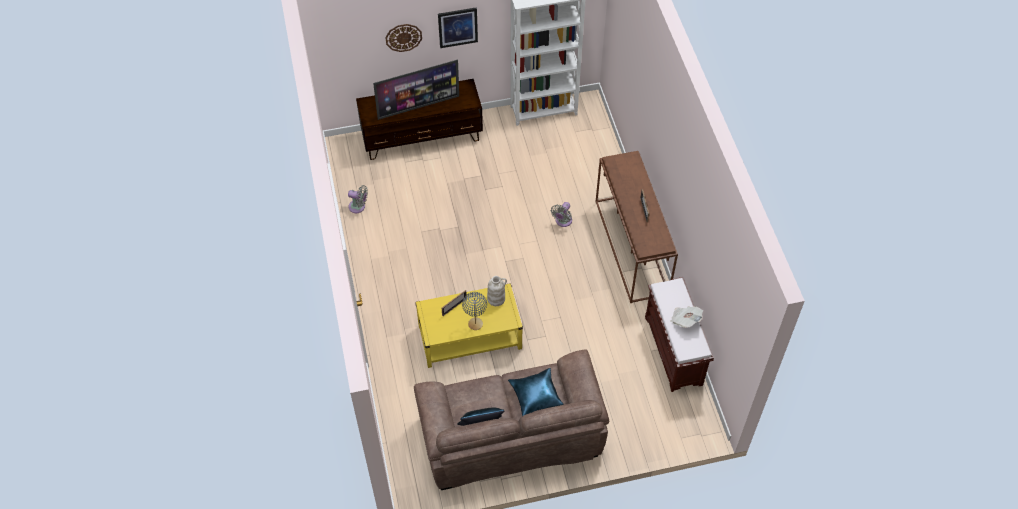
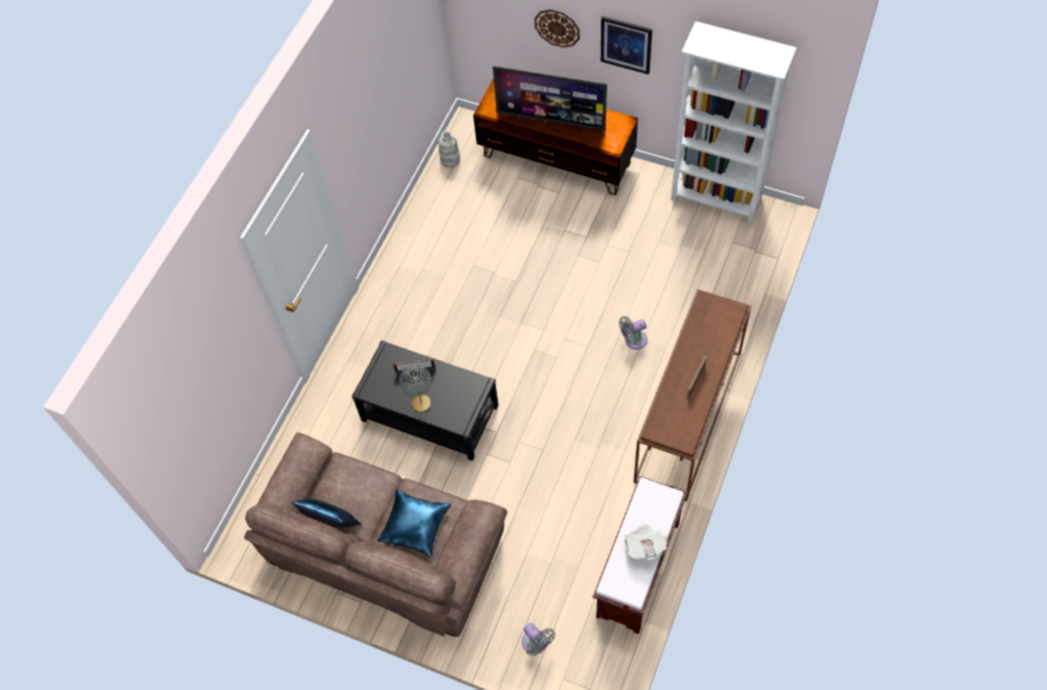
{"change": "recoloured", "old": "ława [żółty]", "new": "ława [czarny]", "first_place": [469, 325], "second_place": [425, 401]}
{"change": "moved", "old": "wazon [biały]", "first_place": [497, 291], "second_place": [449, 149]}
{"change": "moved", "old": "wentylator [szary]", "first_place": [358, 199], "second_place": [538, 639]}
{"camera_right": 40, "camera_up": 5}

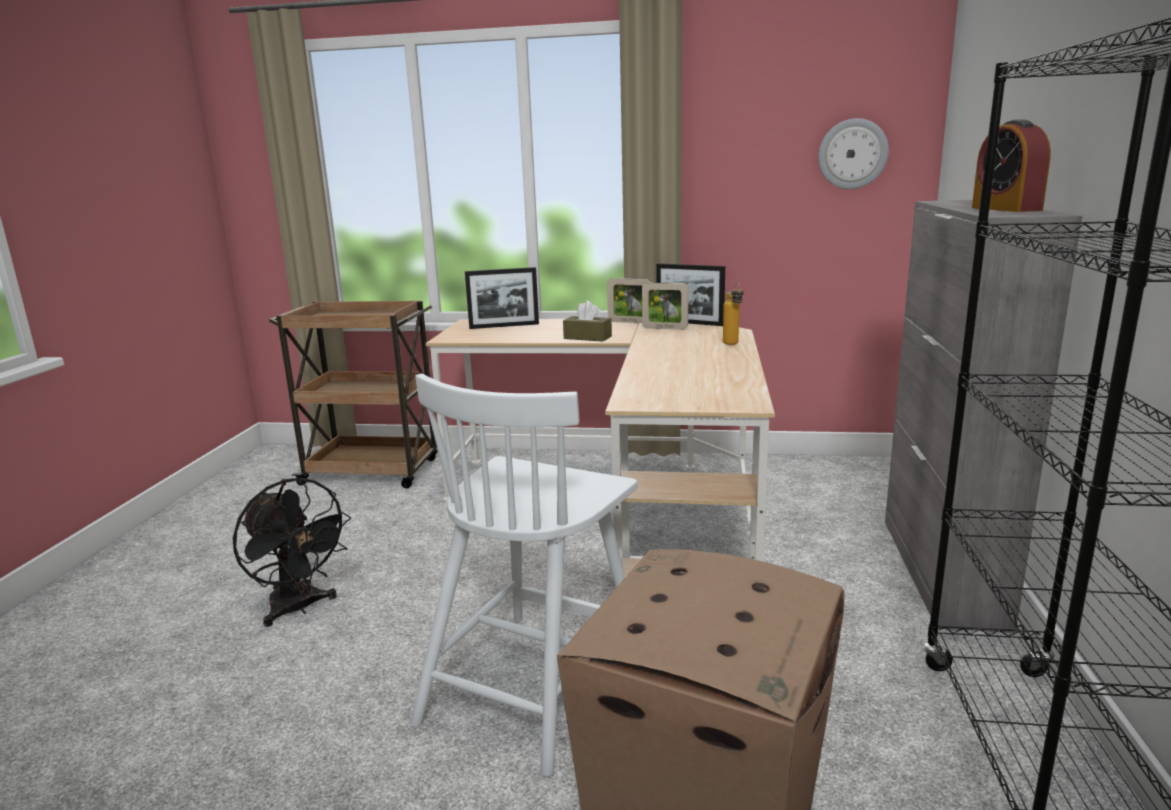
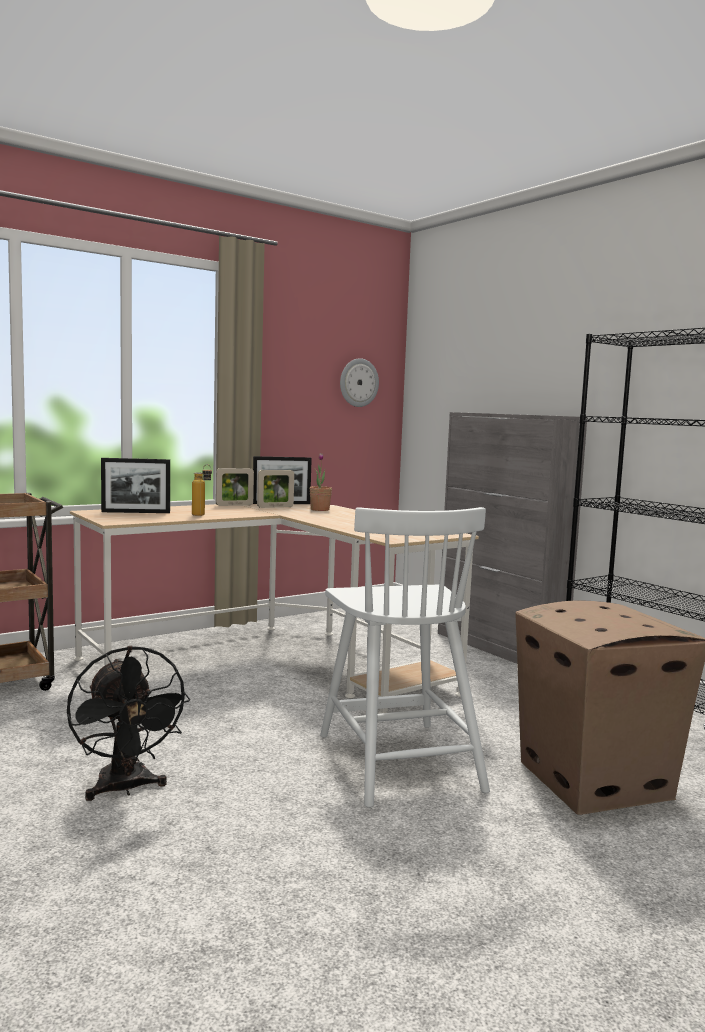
{"change": "turned", "old": "wentylator [czarny]", "first_place": [292, 552], "second_place": [128, 723], "degrees": 60}
{"change": "turned", "old": "ramka na zdjęcie", "first_place": [502, 298], "second_place": [135, 485], "degrees": 45}
{"change": "moved", "old": "butelka", "first_place": [733, 314], "second_place": [202, 490]}
{"change": "added", "new": "roślina doniczkowa", "second_place": [321, 482]}
{"change": "removed", "old": "pudełko chusteczek [brązowy]", "first_place": [587, 321]}
{"change": "removed", "old": "budzik", "first_place": [1011, 165]}
{"camera_right": -45, "camera_up": -10}

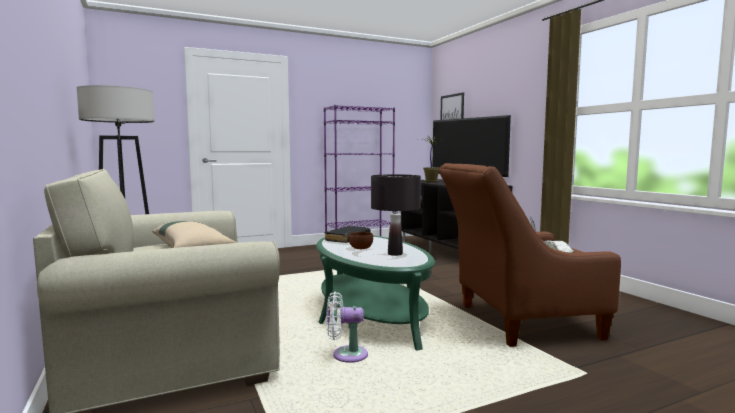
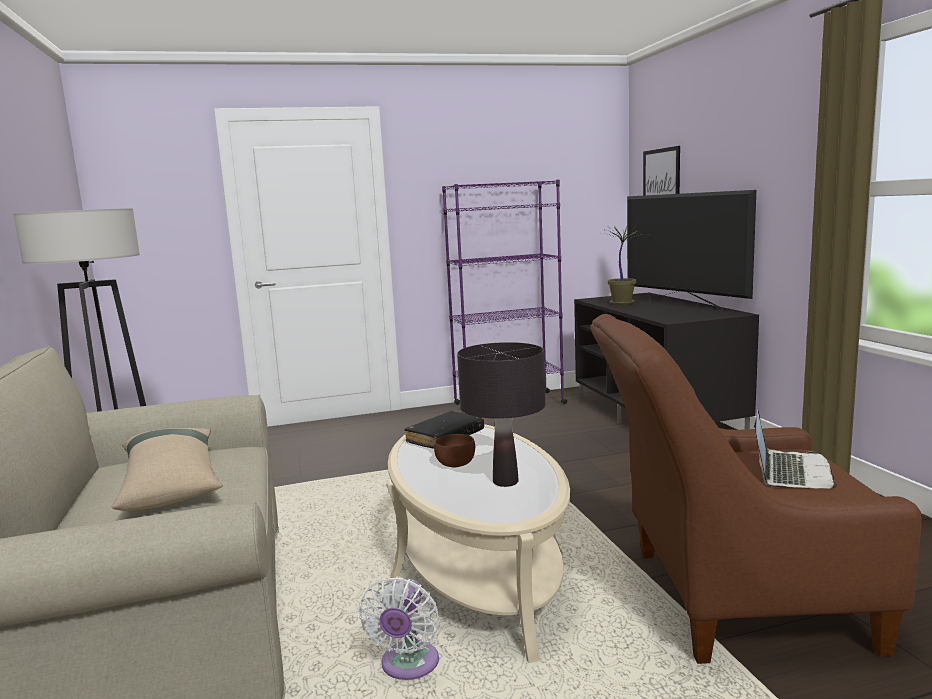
{"change": "turned", "old": "wentylator [biały]", "first_place": [347, 327], "second_place": [399, 628], "degrees": -90}
{"change": "recoloured", "old": "ława [zielony]", "new": "ława [beżowy]", "first_place": [376, 293], "second_place": [478, 543]}
{"camera_right": 10, "camera_up": 5}

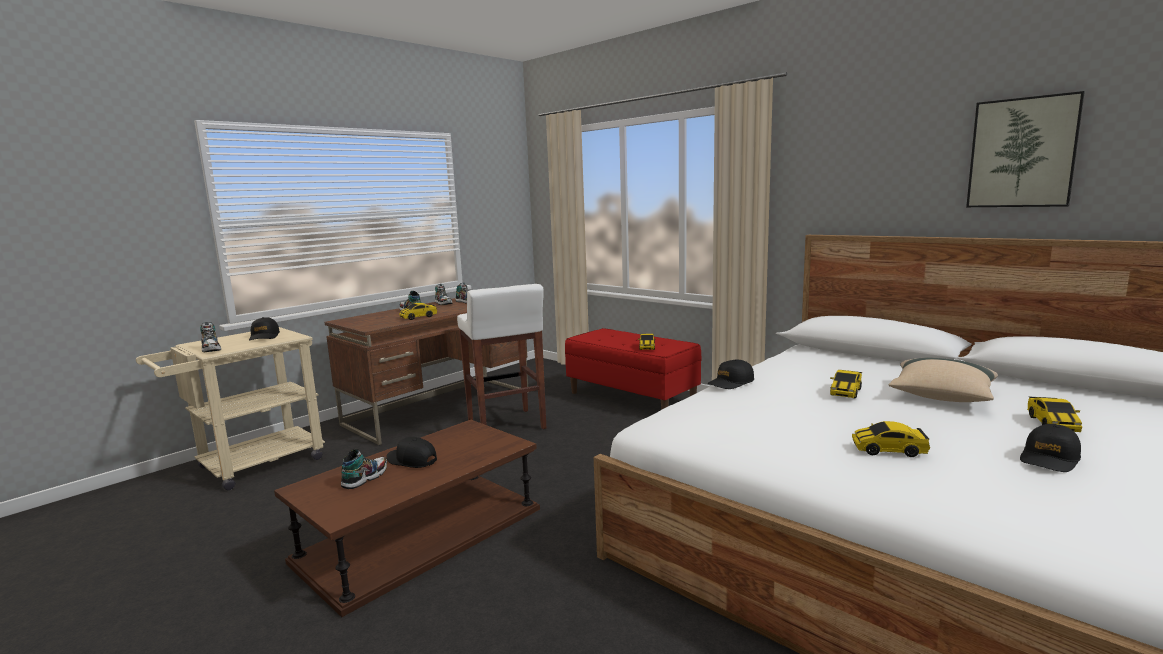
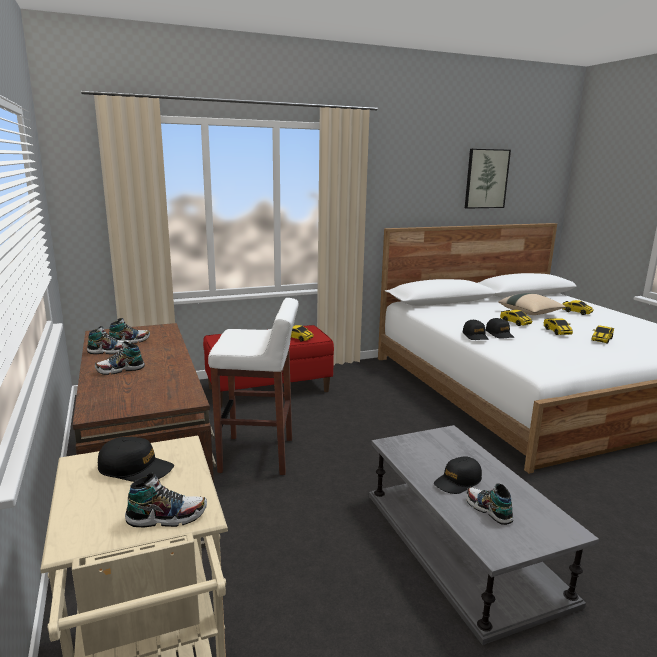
{"change": "recoloured", "old": "ława [brązowy]", "new": "ława [szary]", "first_place": [407, 518], "second_place": [484, 535]}
{"change": "moved", "old": "czapka z daszkiem [czarny]", "first_place": [1050, 448], "second_place": [500, 328]}
{"change": "moved", "old": "samochodzik", "first_place": [418, 311], "second_place": [558, 326]}
{"camera_right": -65, "camera_up": 5}

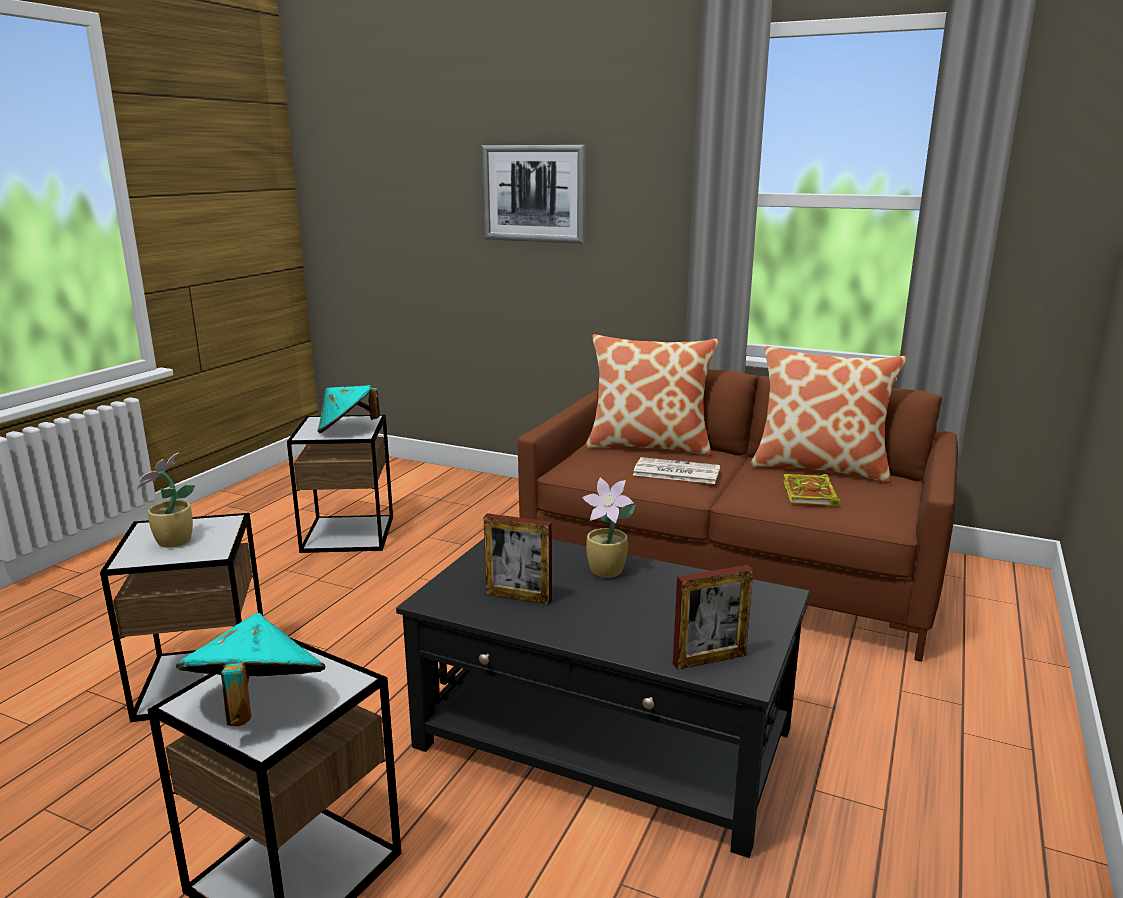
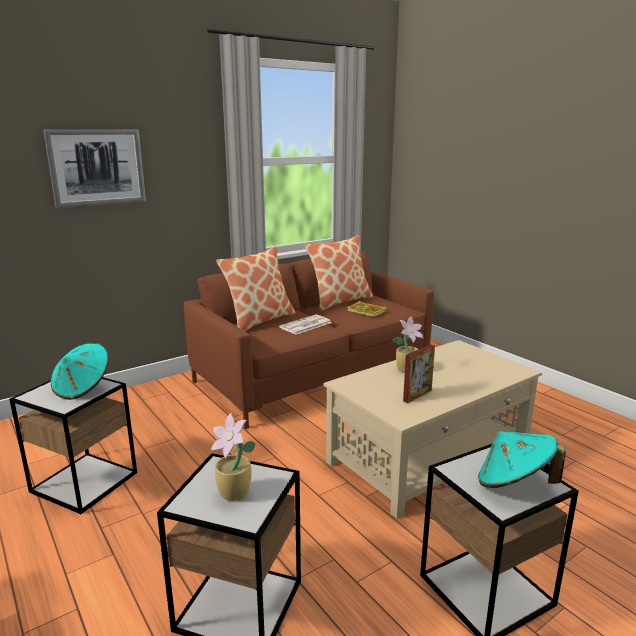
{"change": "recoloured", "old": "ława [czarny]", "new": "ława [beżowy]", "first_place": [603, 698], "second_place": [433, 429]}
{"change": "removed", "old": "ramka na zdjęcie", "first_place": [713, 617]}
{"camera_right": -60, "camera_up": 0}

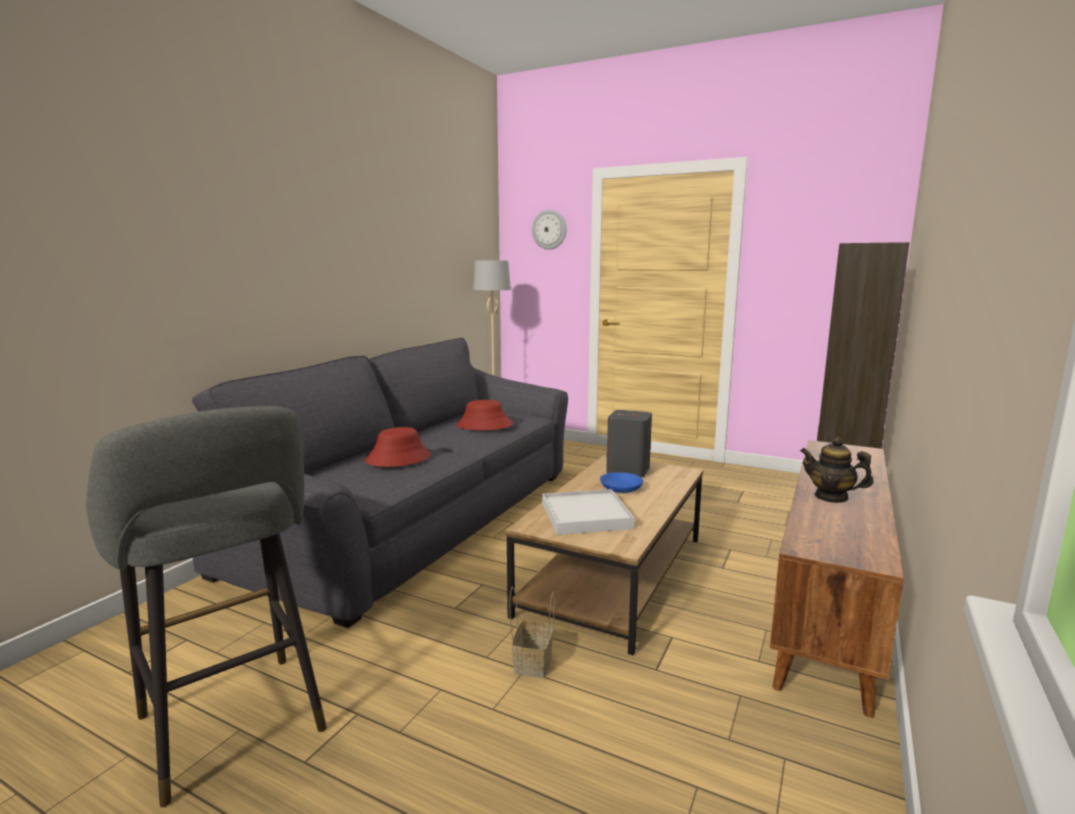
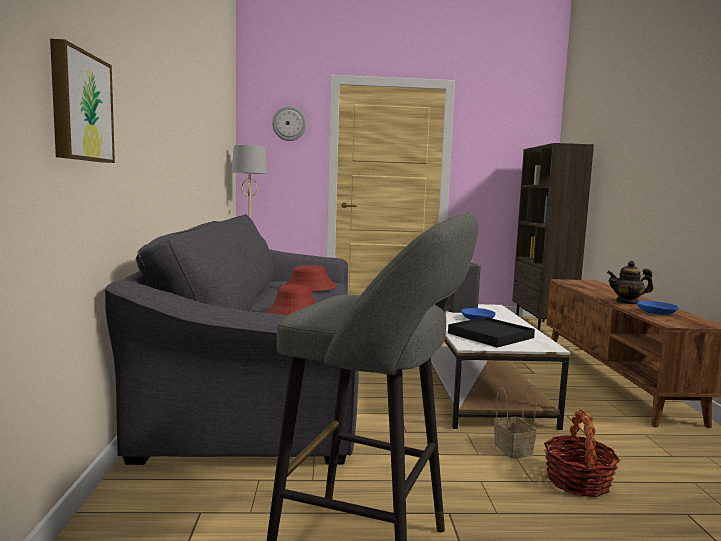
{"change": "added", "new": "obraz", "second_place": [82, 101]}
{"change": "recoloured", "old": "ława [brązowy]", "new": "ława [biały]", "first_place": [604, 555], "second_place": [501, 367]}
{"change": "recoloured", "old": "taca [biały]", "new": "taca [czarny]", "first_place": [588, 512], "second_place": [491, 332]}
{"change": "added", "new": "koszyk", "second_place": [582, 453]}
{"change": "added", "new": "miska [niebieski]", "second_place": [658, 308]}
{"camera_right": -30, "camera_up": -5}

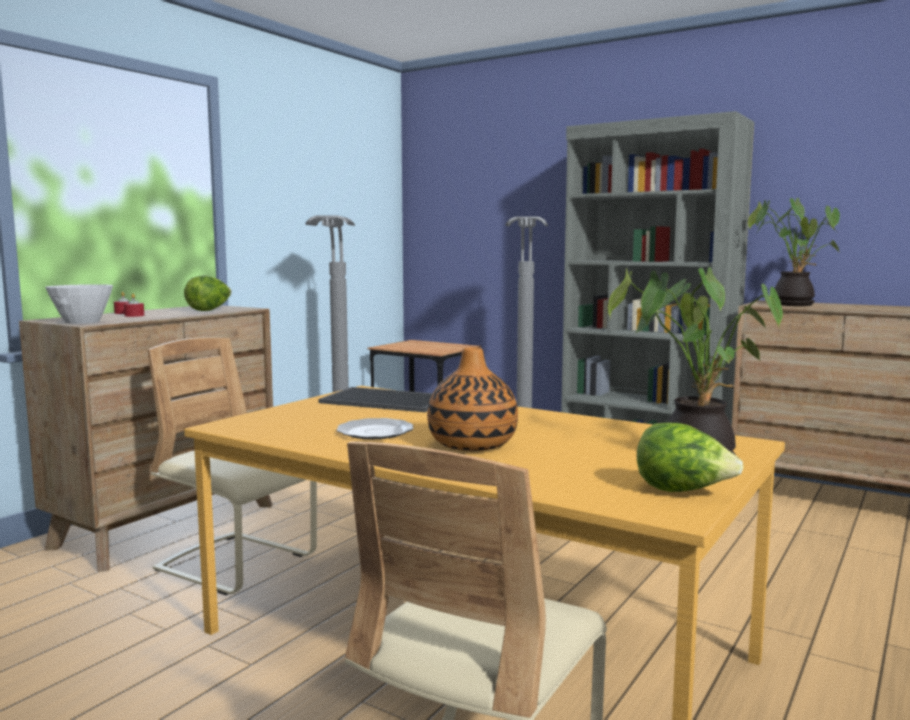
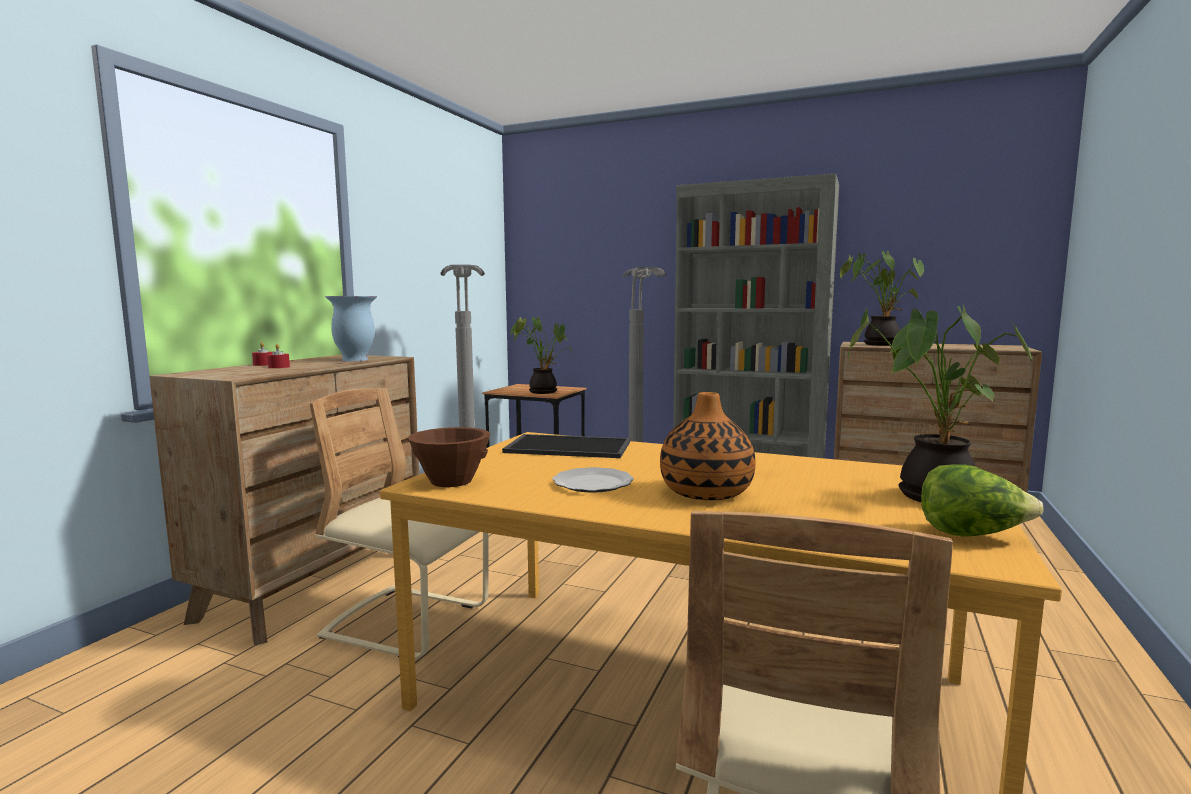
{"change": "replaced", "old": "sałata", "new": "wazon", "first_place": [207, 293], "second_place": [351, 328]}
{"change": "added", "new": "miska [brązowy]", "second_place": [449, 457]}
{"change": "added", "new": "roślina doniczkowa", "second_place": [542, 355]}
{"change": "removed", "old": "miska [biały]", "first_place": [79, 304]}
{"camera_right": -10, "camera_up": 0}

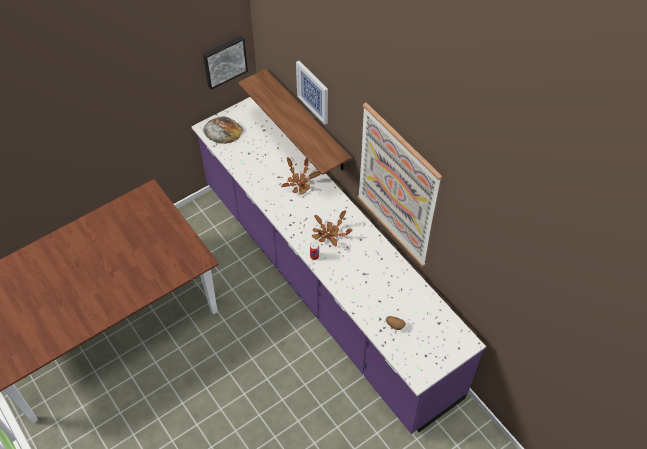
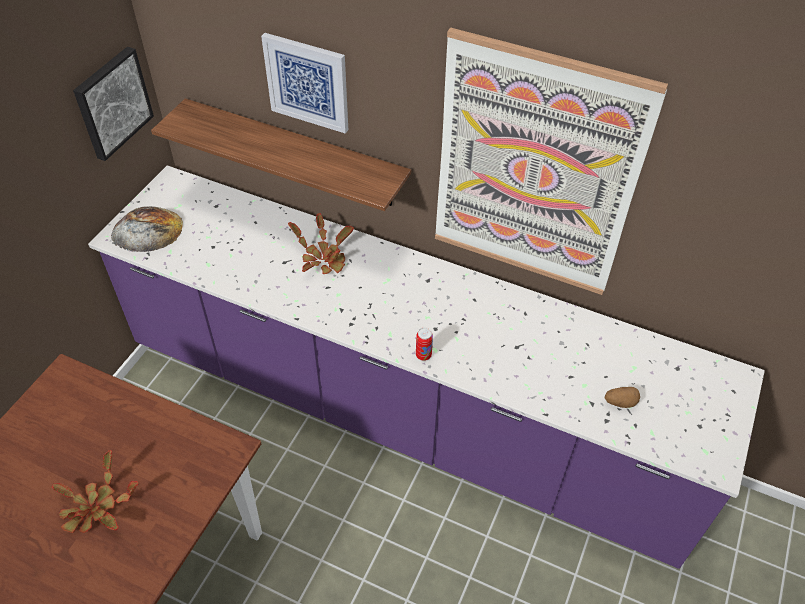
{"change": "moved", "old": "roślina doniczkowa", "first_place": [332, 228], "second_place": [95, 491]}
{"camera_right": -30, "camera_up": -5}

